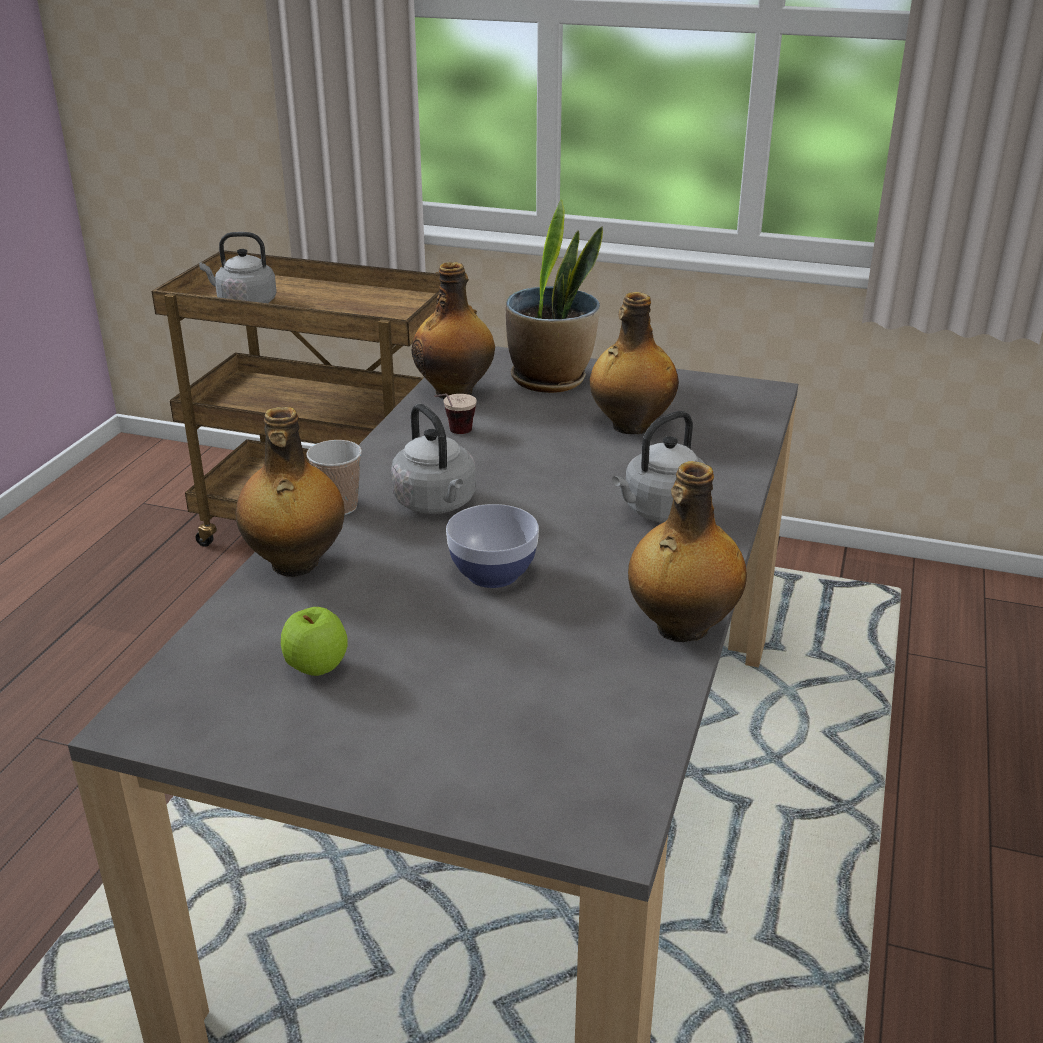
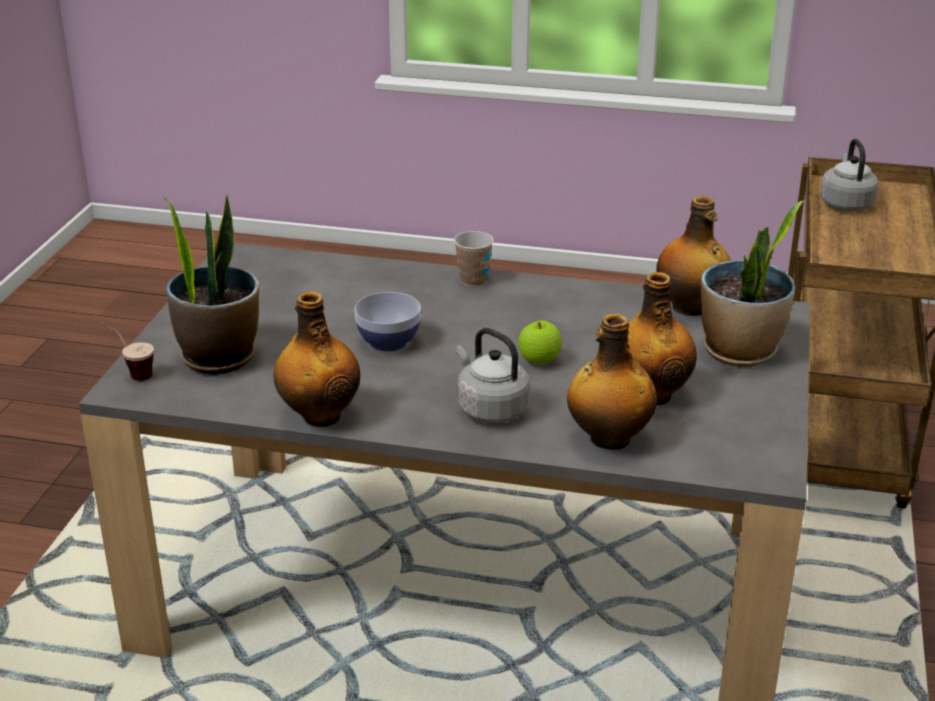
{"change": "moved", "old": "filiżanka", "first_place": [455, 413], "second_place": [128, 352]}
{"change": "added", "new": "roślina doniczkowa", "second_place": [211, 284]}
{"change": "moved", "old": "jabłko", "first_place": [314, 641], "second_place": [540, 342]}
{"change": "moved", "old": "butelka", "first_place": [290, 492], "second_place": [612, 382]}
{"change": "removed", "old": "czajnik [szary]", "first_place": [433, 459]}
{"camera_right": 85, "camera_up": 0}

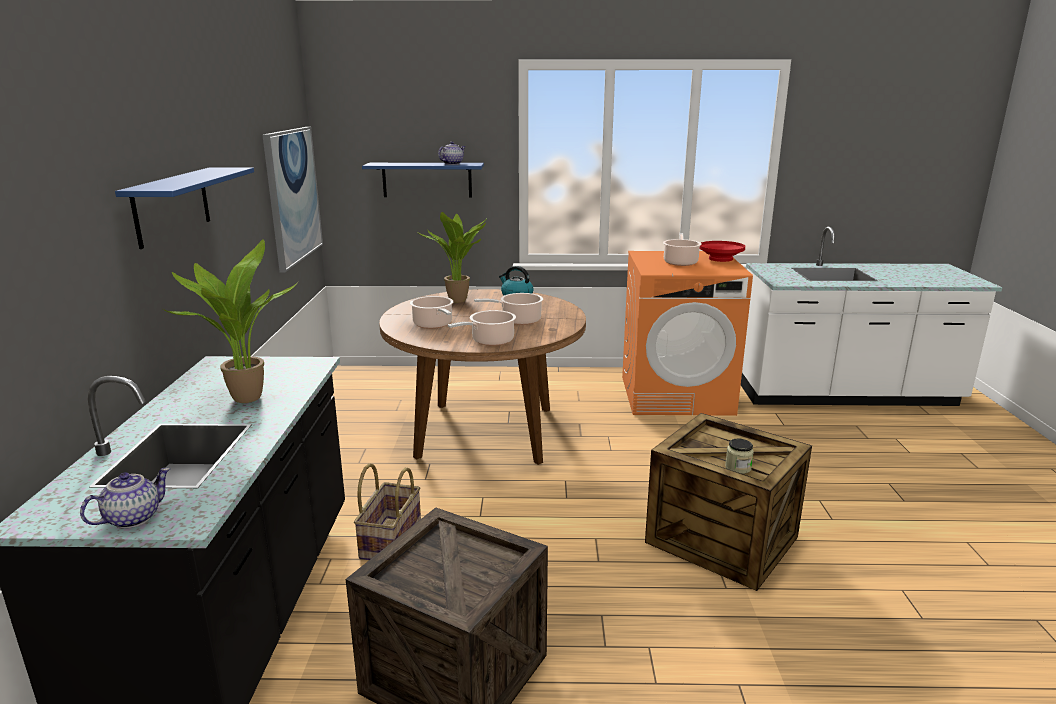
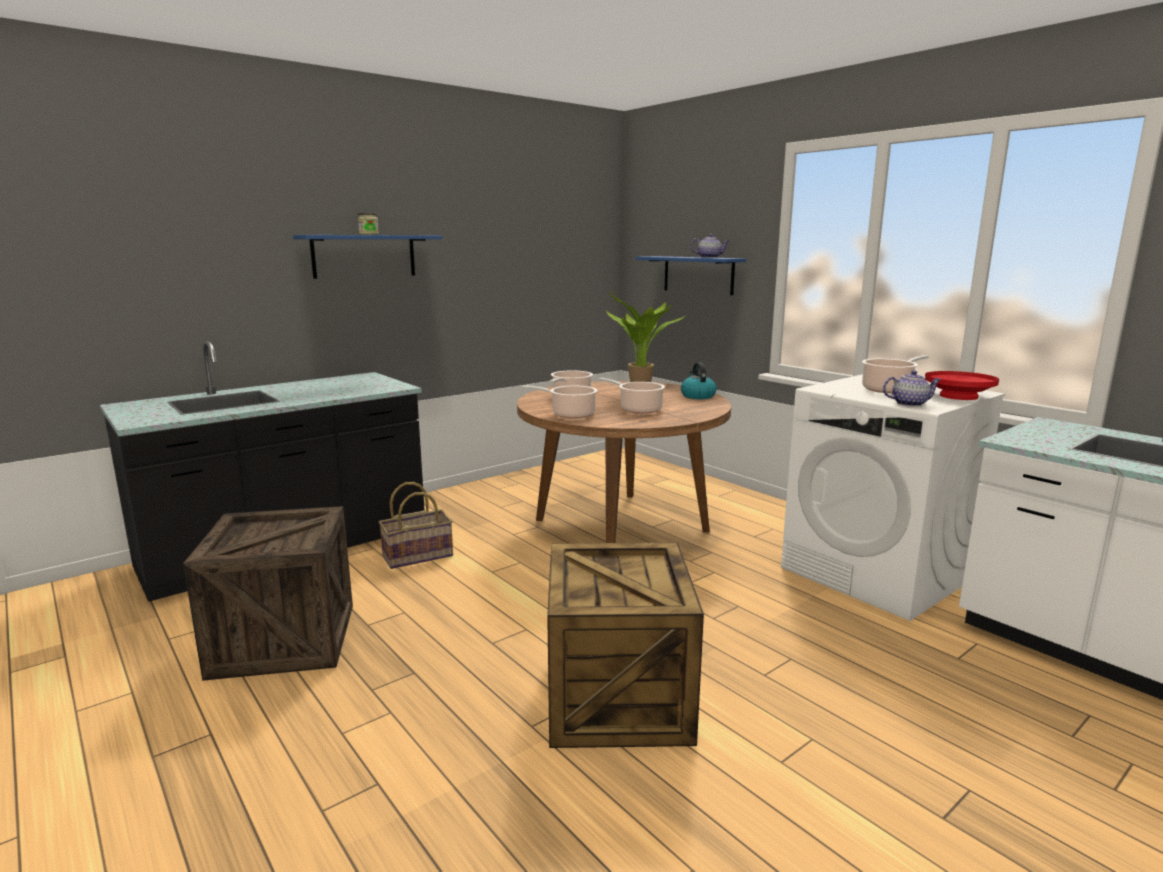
{"change": "moved", "old": "słoik", "first_place": [739, 456], "second_place": [368, 224]}
{"change": "recoloured", "old": "pralka [pomarańczowy]", "new": "pralka [biały]", "first_place": [687, 333], "second_place": [893, 497]}
{"change": "moved", "old": "imbryk", "first_place": [125, 498], "second_place": [912, 388]}
{"change": "removed", "old": "roślina doniczkowa", "first_place": [230, 321]}
{"change": "removed", "old": "obraz", "first_place": [293, 199]}
{"camera_right": 50, "camera_up": -5}

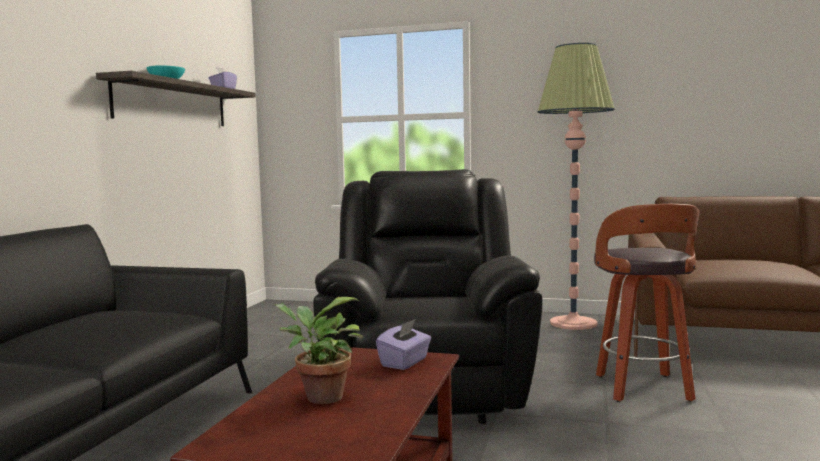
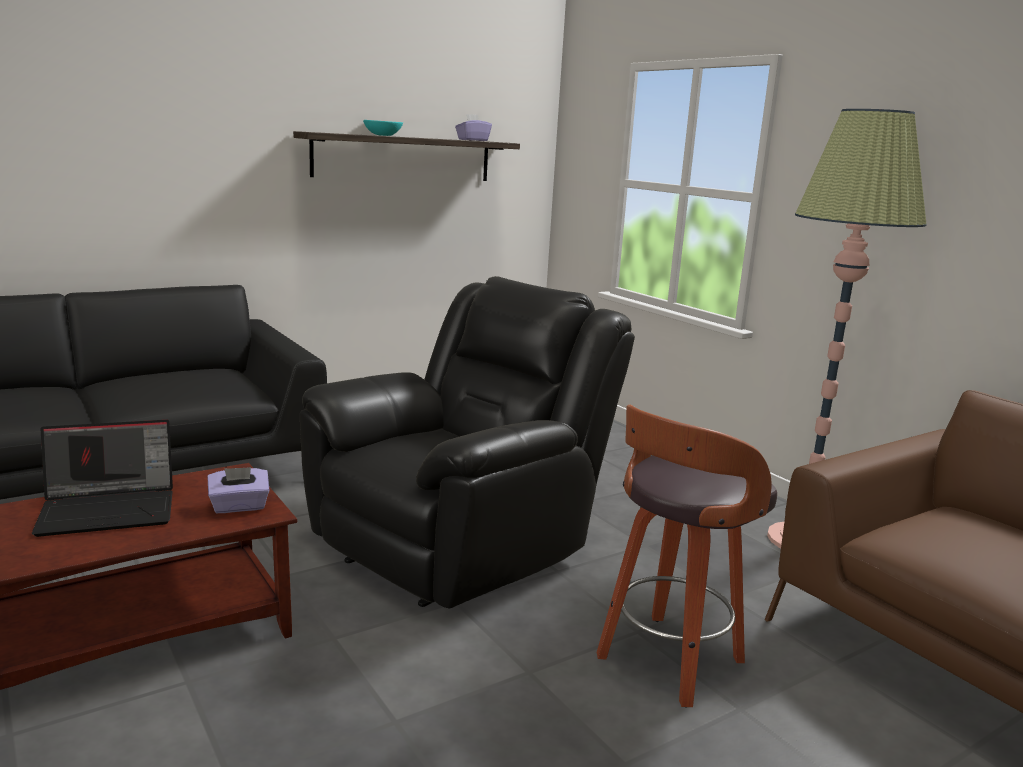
{"change": "replaced", "old": "roślina doniczkowa", "new": "laptop", "first_place": [319, 350], "second_place": [102, 478]}
{"camera_right": 40, "camera_up": 10}

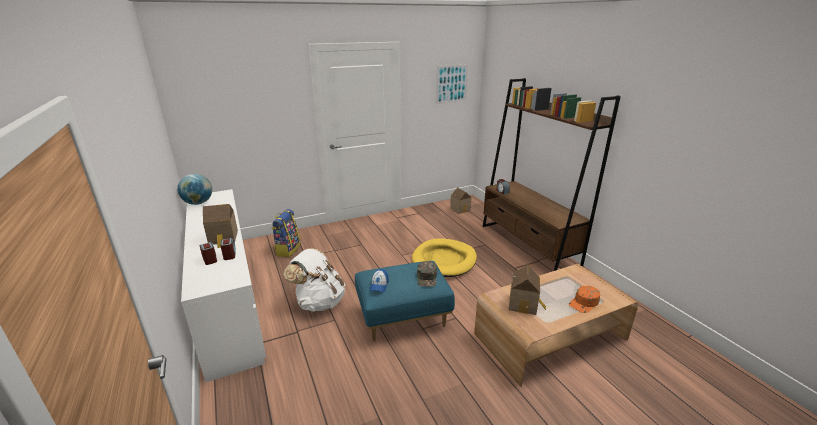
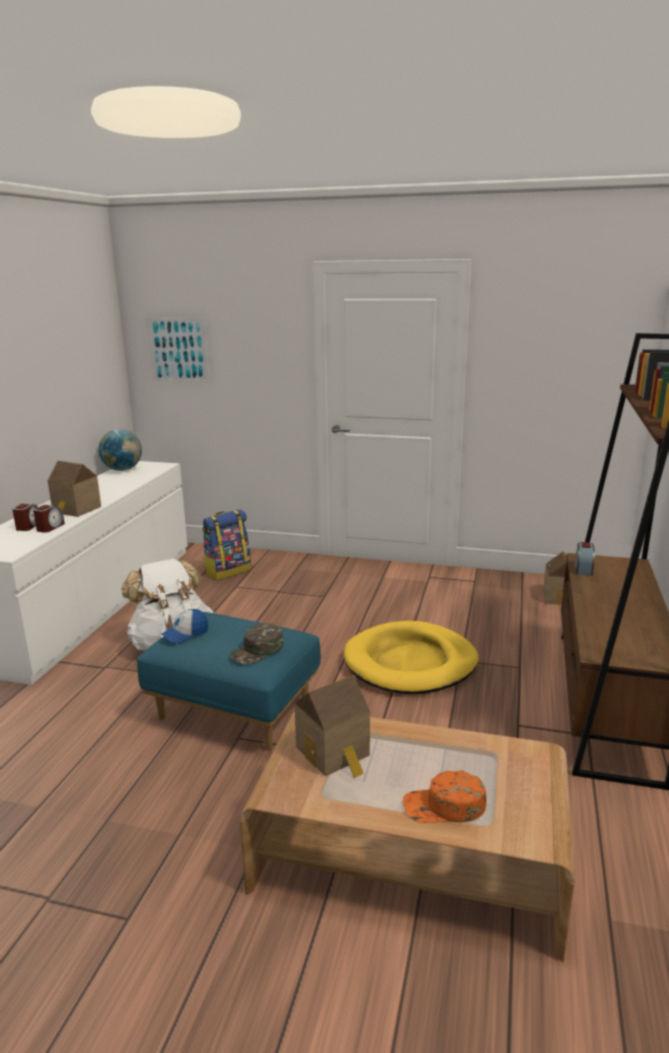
{"change": "moved", "old": "obraz", "first_place": [451, 84], "second_place": [177, 350]}
{"camera_right": 40, "camera_up": -5}

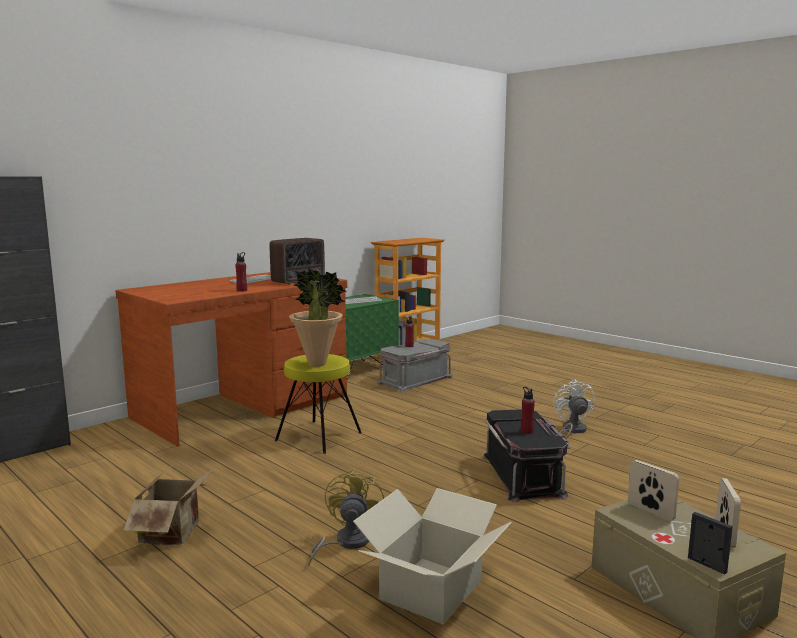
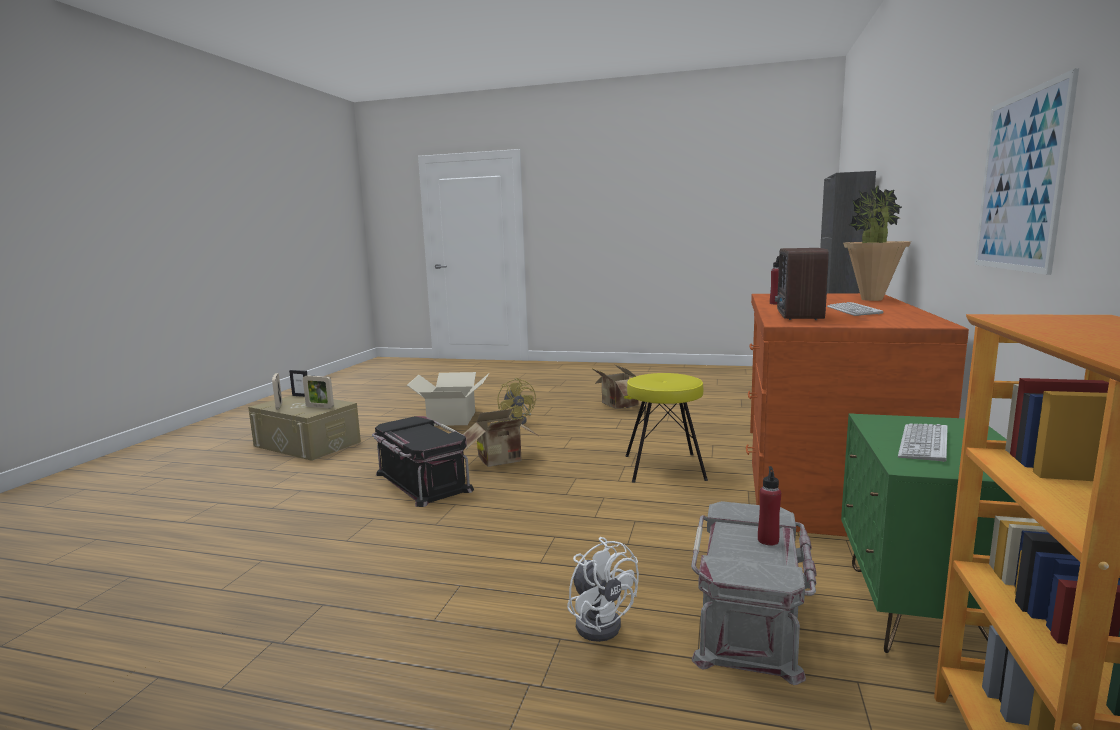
{"change": "added", "new": "karton", "second_place": [501, 438]}
{"change": "moved", "old": "wentylator [biały]", "first_place": [574, 409], "second_place": [603, 589]}
{"change": "moved", "old": "roślina doniczkowa", "first_place": [317, 317], "second_place": [877, 243]}
{"change": "added", "new": "obraz", "second_place": [1027, 171]}
{"change": "removed", "old": "butelka [czerwony]", "first_place": [528, 410]}
{"camera_right": 150, "camera_up": 0}

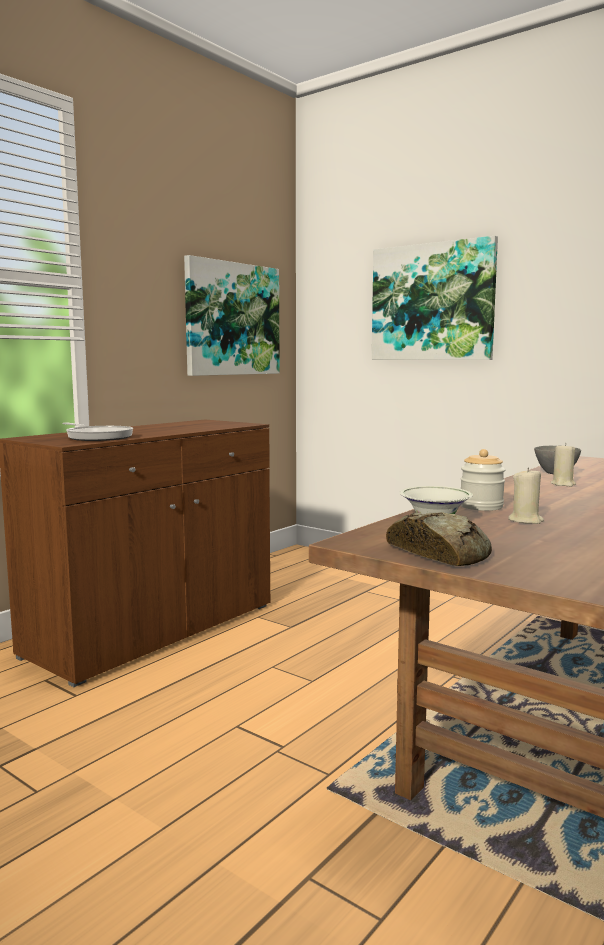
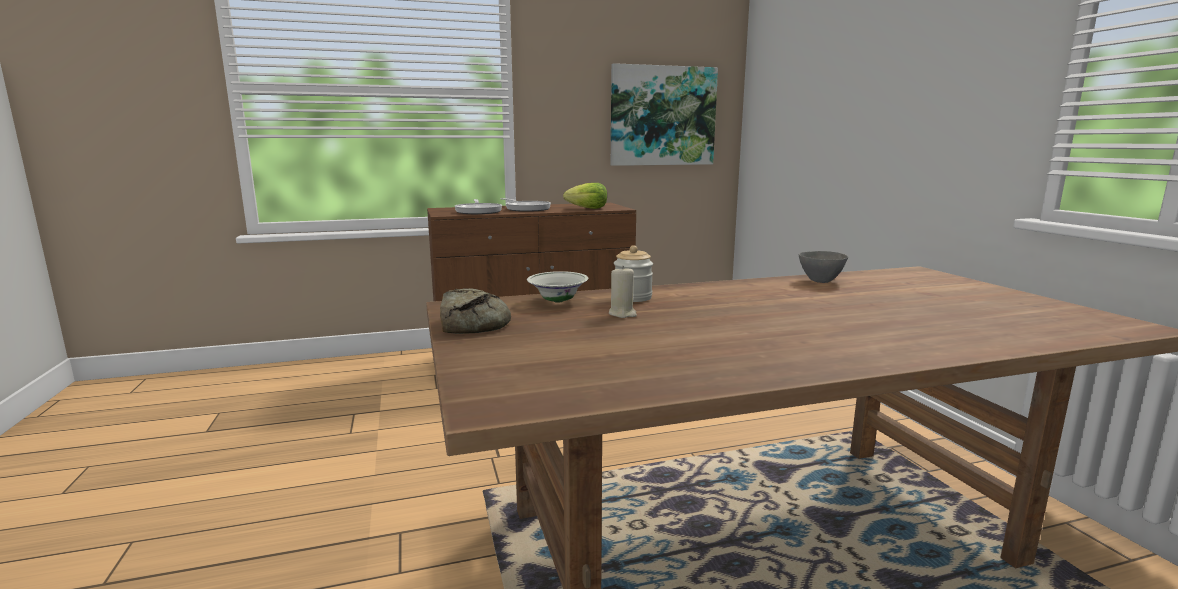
{"change": "added", "new": "patelnia", "second_place": [525, 205]}
{"change": "added", "new": "sałata", "second_place": [585, 196]}
{"change": "removed", "old": "obraz", "first_place": [435, 298]}
{"change": "removed", "old": "świeca [beżowy]", "first_place": [563, 465]}
{"camera_right": 35, "camera_up": 5}

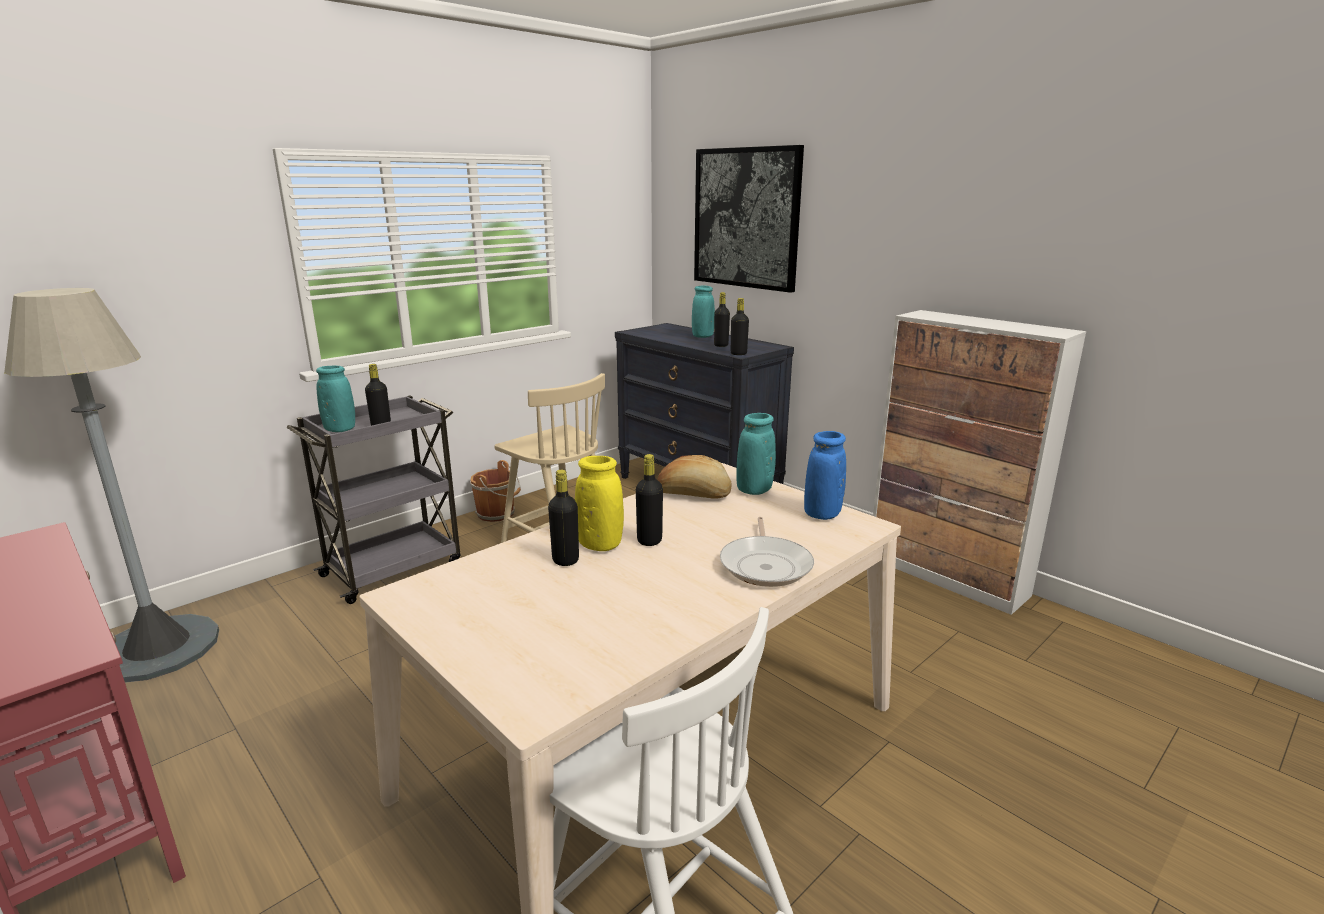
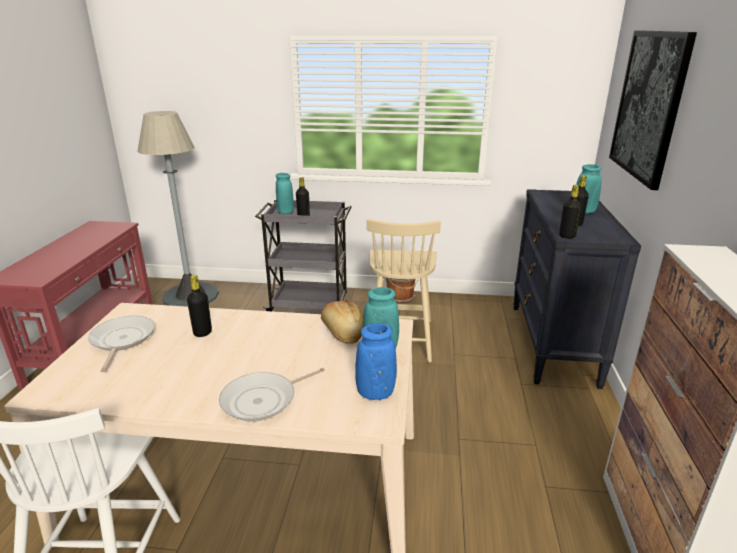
{"change": "added", "new": "patelnia", "second_place": [121, 344]}
{"change": "removed", "old": "wazon [żółty]", "first_place": [599, 503]}
{"change": "removed", "old": "butelka [czarny]", "first_place": [649, 500]}
{"camera_right": 50, "camera_up": 5}

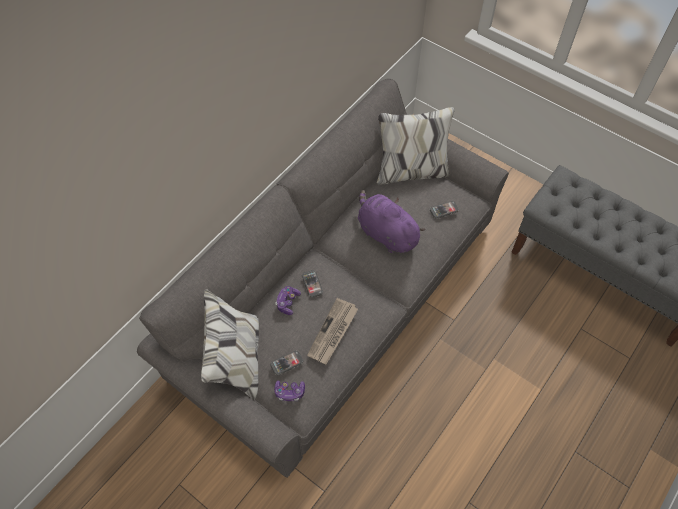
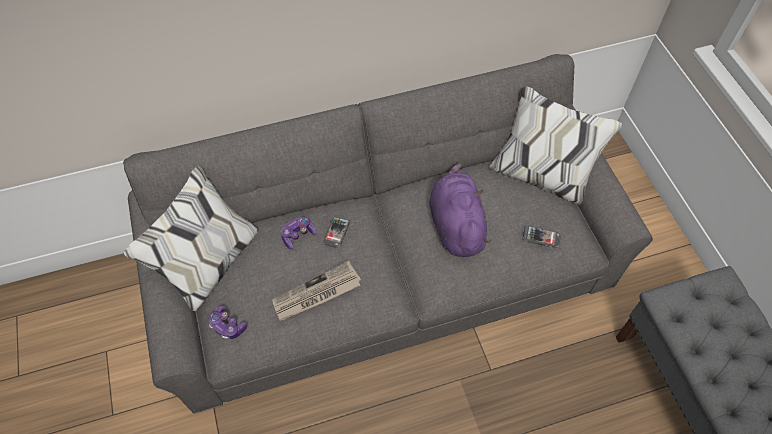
{"change": "removed", "old": "telefon", "first_place": [286, 362]}
{"camera_right": 35, "camera_up": 0}

